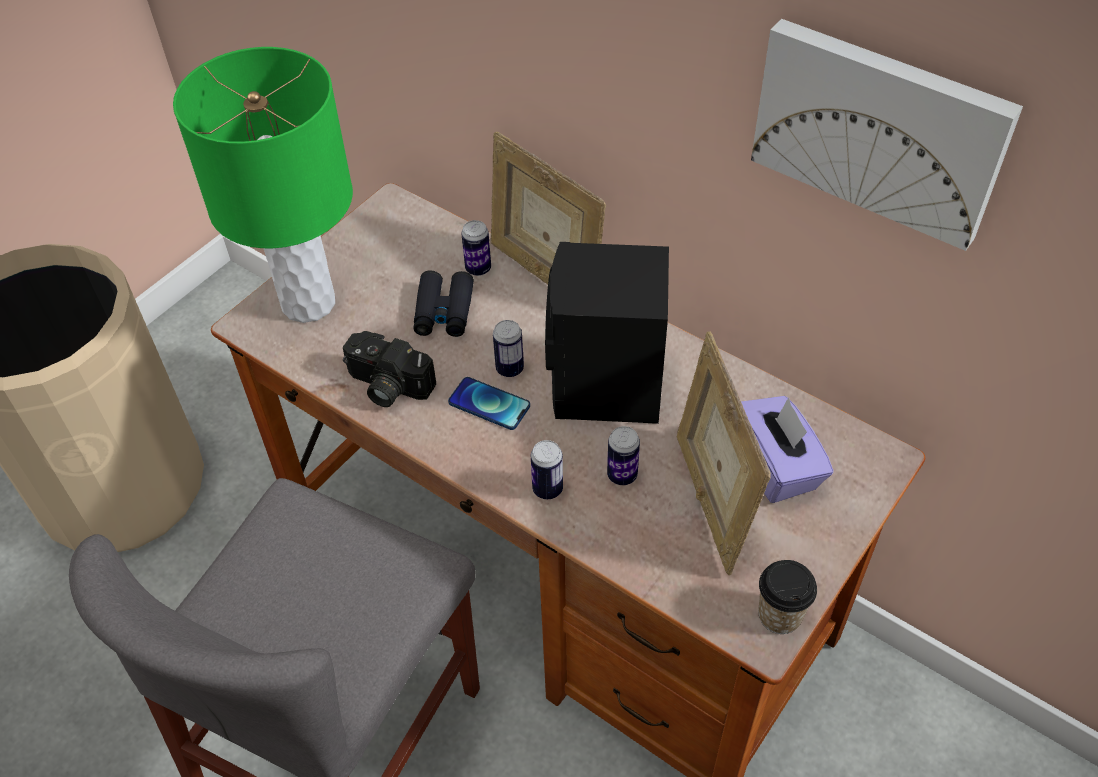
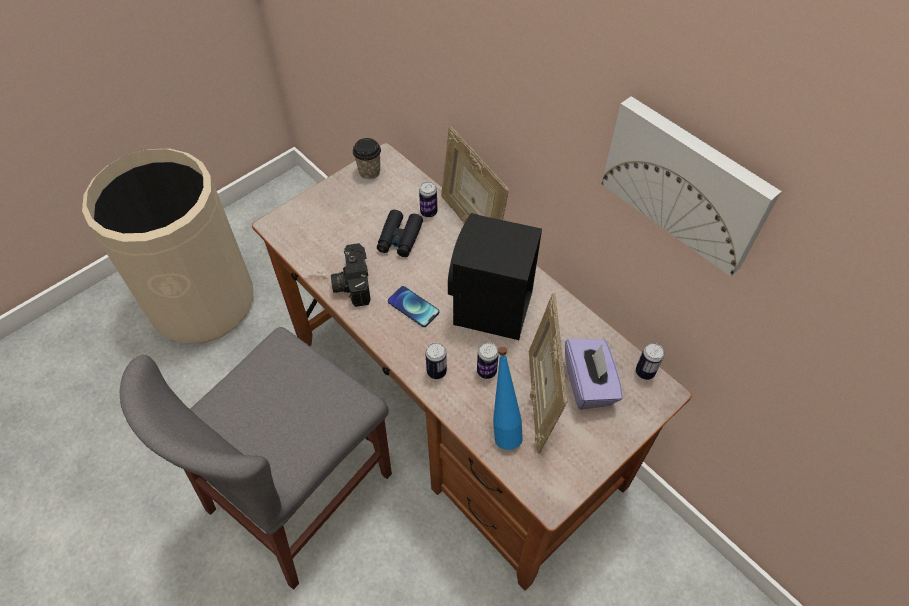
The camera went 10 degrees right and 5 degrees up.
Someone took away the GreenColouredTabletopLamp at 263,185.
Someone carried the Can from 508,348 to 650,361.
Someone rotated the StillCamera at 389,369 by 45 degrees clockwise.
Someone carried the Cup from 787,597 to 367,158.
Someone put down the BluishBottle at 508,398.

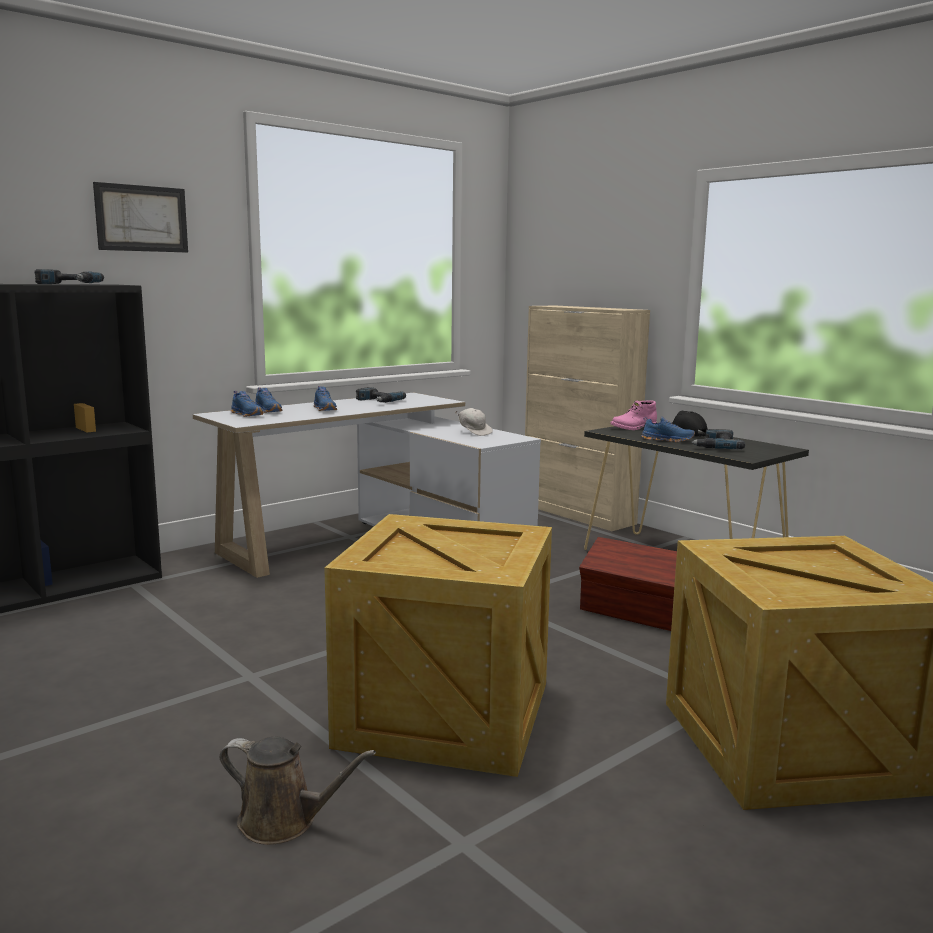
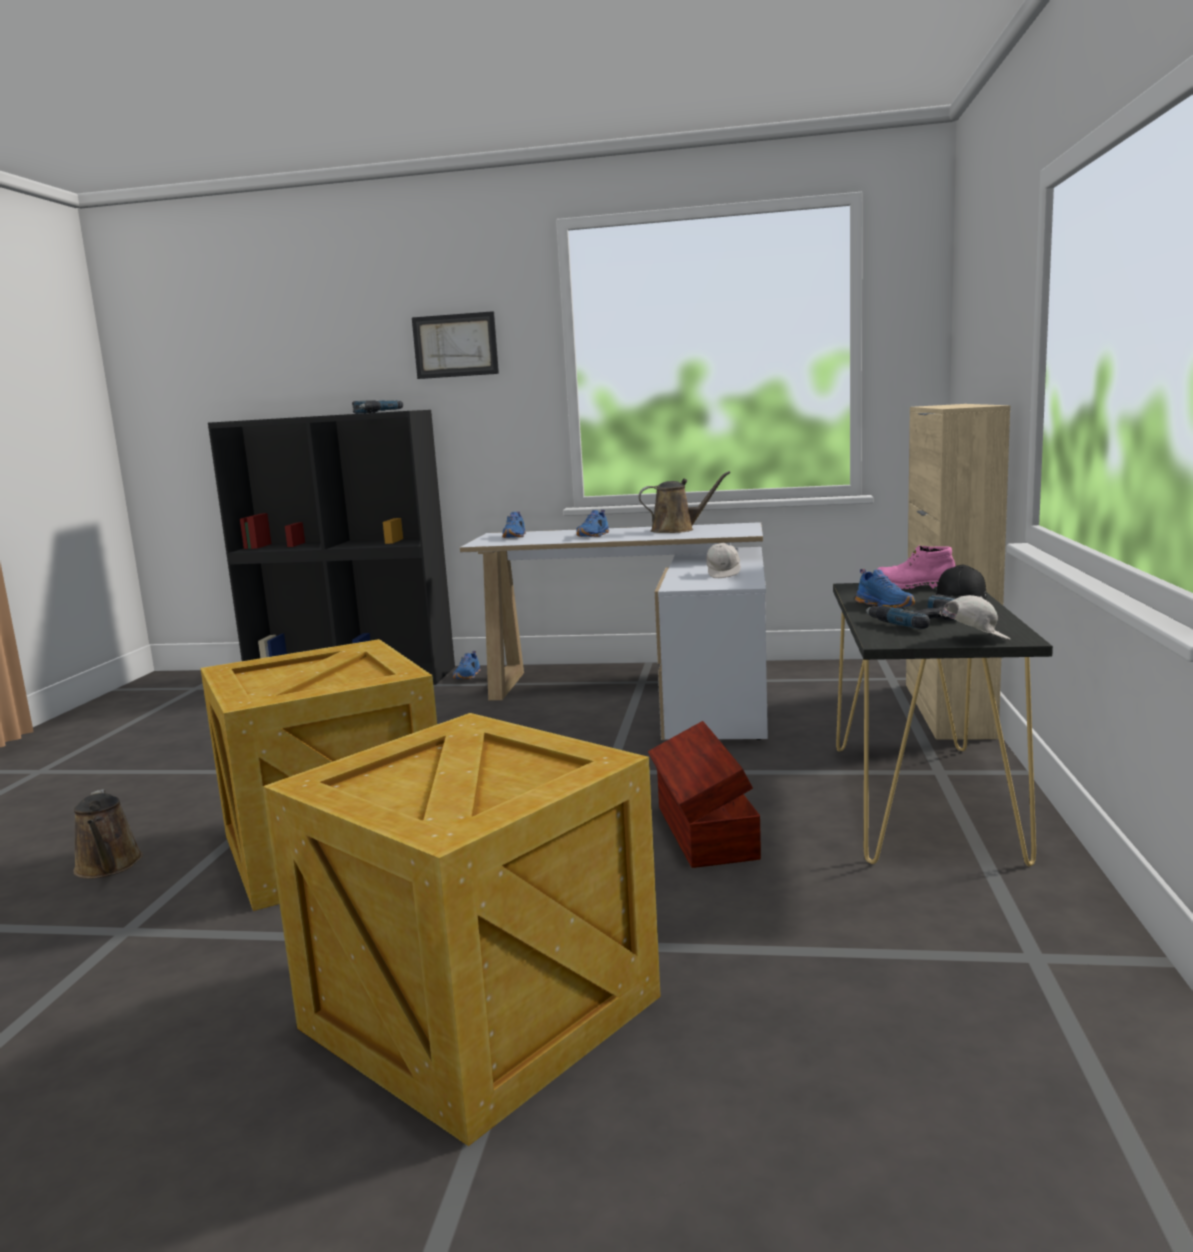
The camera went 50 degrees right and 0 degrees up.
Someone carried the BluishShoe from 268,400 to 467,665.
Someone swapped the PowerDrill at 381,395 for the BrownWateringCan at 684,502.
Someone put down the WhitePeakedCap at 974,617.

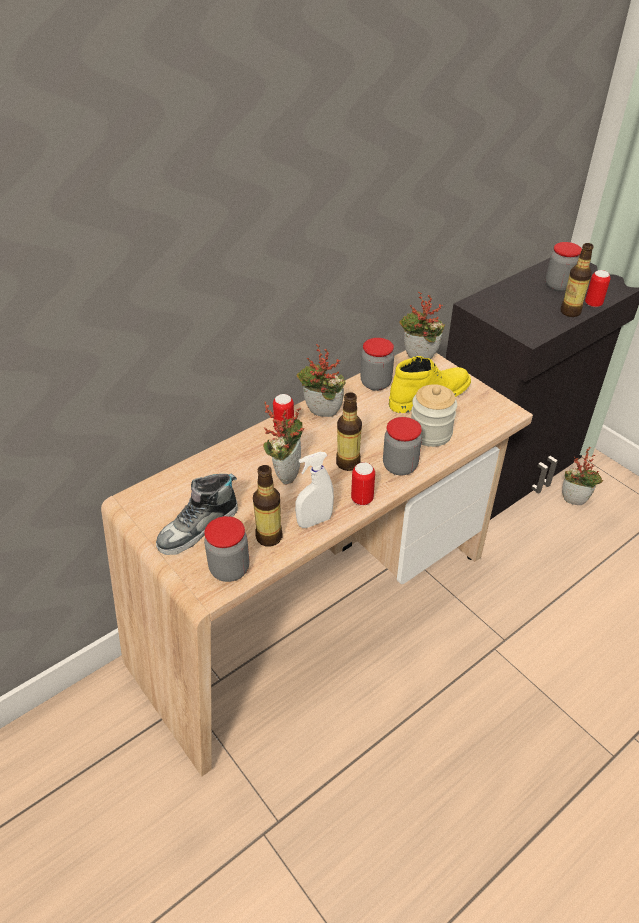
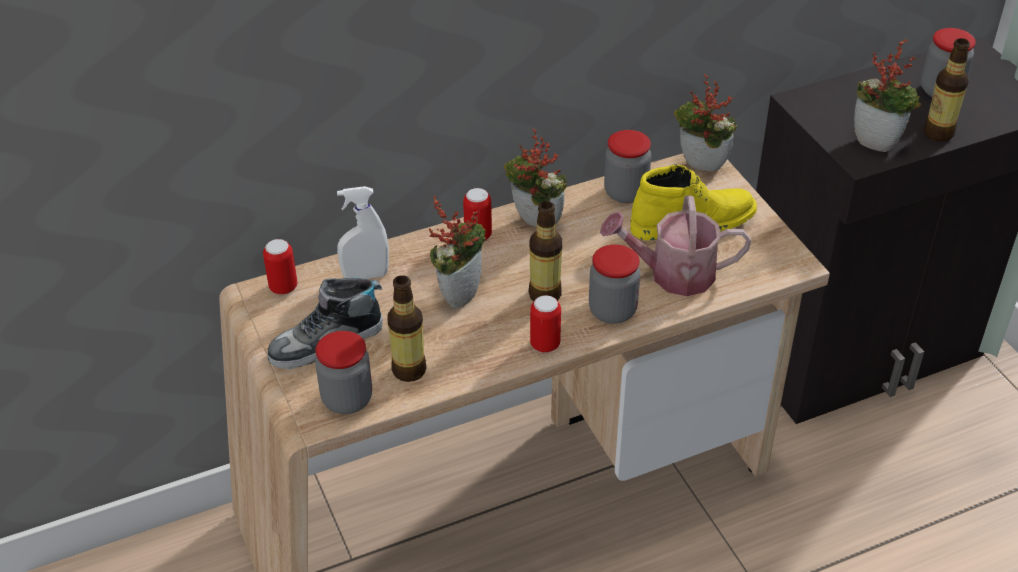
The camera went 15 degrees right and 0 degrees up.
Someone carried the Can from 597,288 to 280,267.
Someone swapped the Jar at 434,415 for the WateringCan at 675,245.
Someone carried the PlantInAPot from 582,476 to 888,95.
Someone carried the WhiteHandSprayer from 314,490 to 363,232.

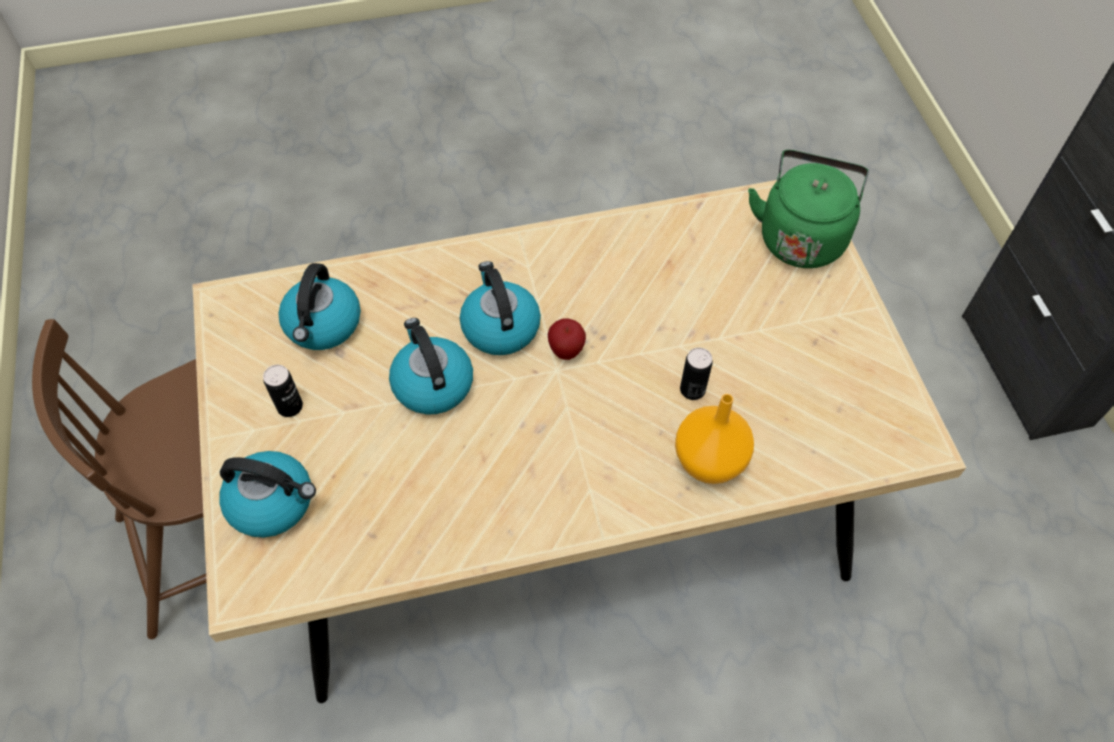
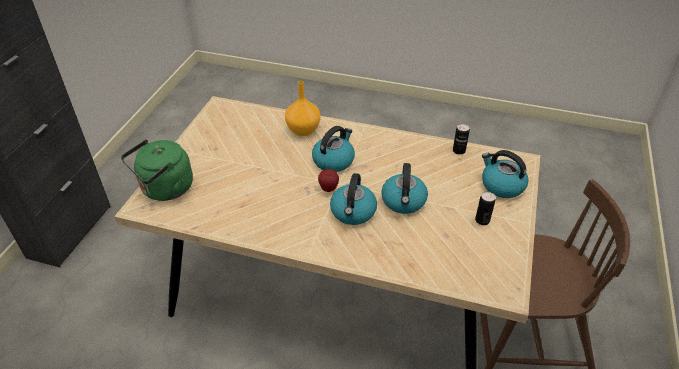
The camera went 150 degrees left and 15 degrees down.
Someone carried the WaterKettle from 320,306 to 333,149.
Someone carried the Can from 696,374 to 461,139.

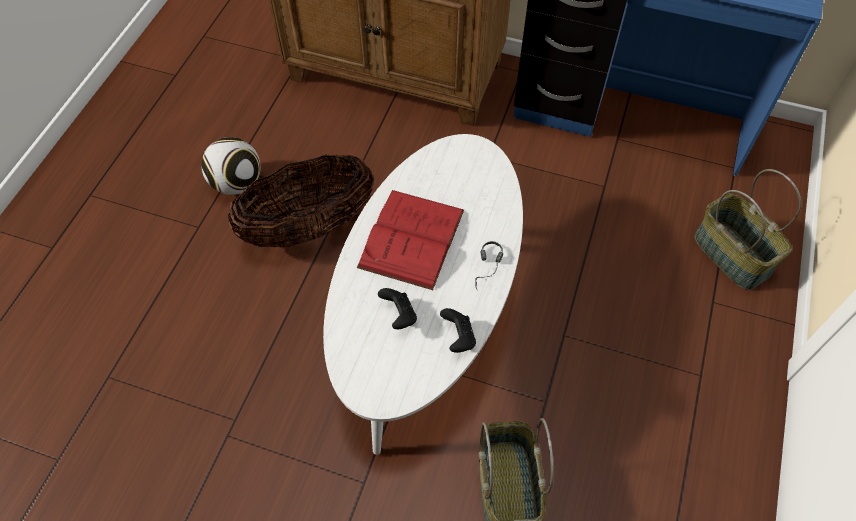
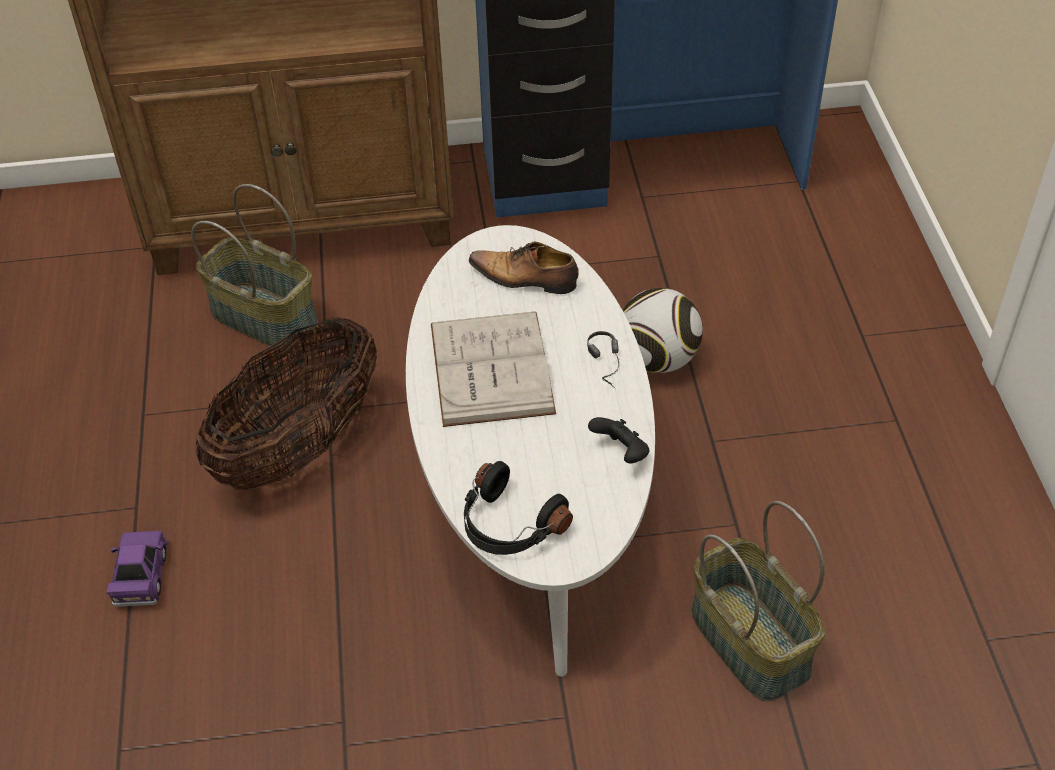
The camera went 25 degrees left and 10 degrees down.
Someone carried the Football from 231,166 to 663,330.
Someone carried the HouseholdBasket from 748,229 to 255,267.
Someone repainted the ReddishBoundBook at 410,240, which became the WhiteBoundBook at 493,369.
Someone took away the BlackGameController at 397,308.
Someone put down the Shoe at 524,267.
Someone put down the BlackHeadphones at 518,508.
Someone put down the PurplishMiniatureCar at 137,569.

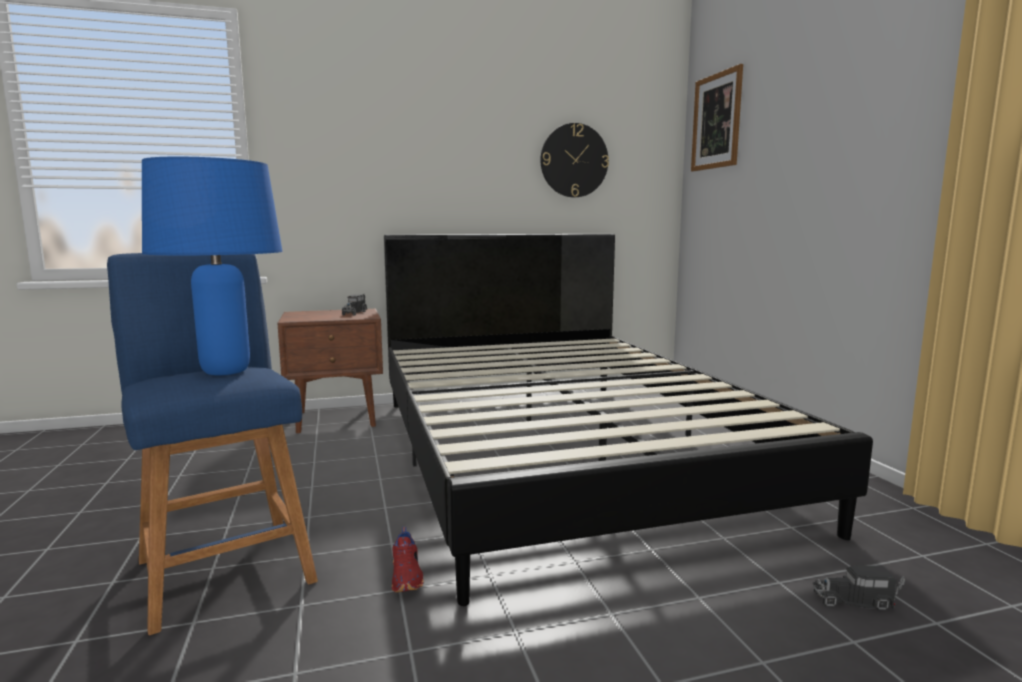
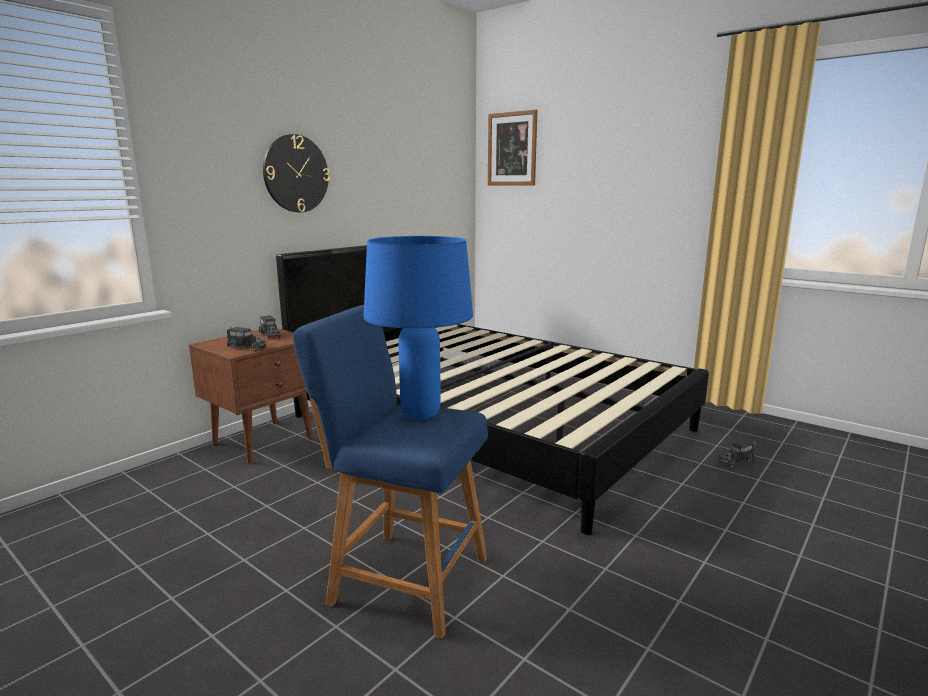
The camera went 35 degrees left and 5 degrees up.
Someone carried the WallClock from 574,160 to 296,173.
Someone took away the ReddishShoe at 407,559.
Someone put down the ToyLorry at 246,339.

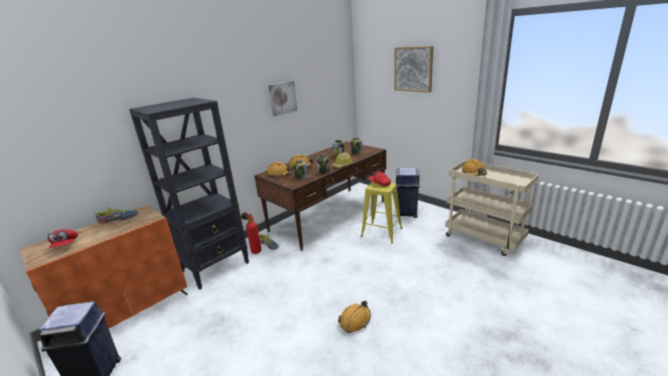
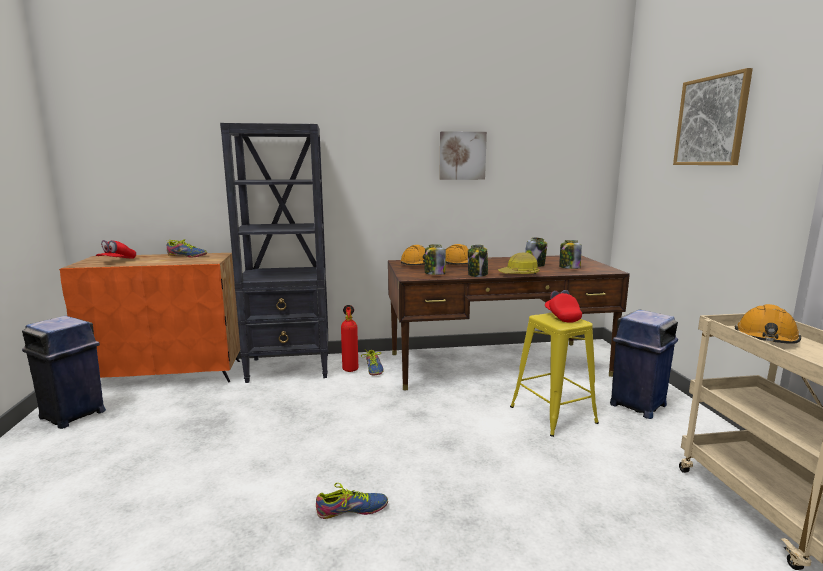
The camera went 35 degrees right and 10 degrees down.
Someone swapped the OrangeColouredWorkHelmet at 354,317 for the Shoe at 352,501.

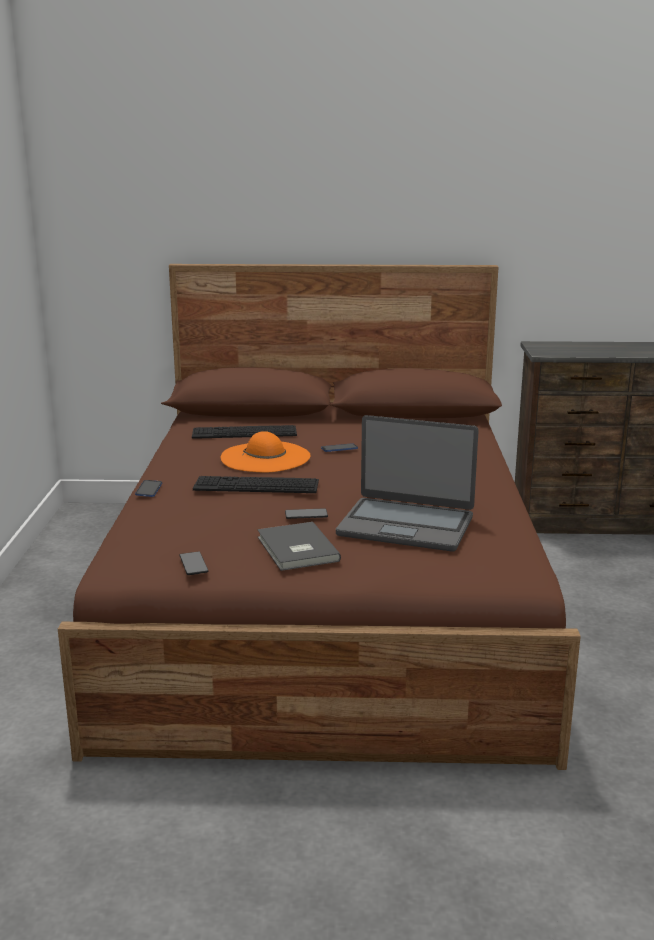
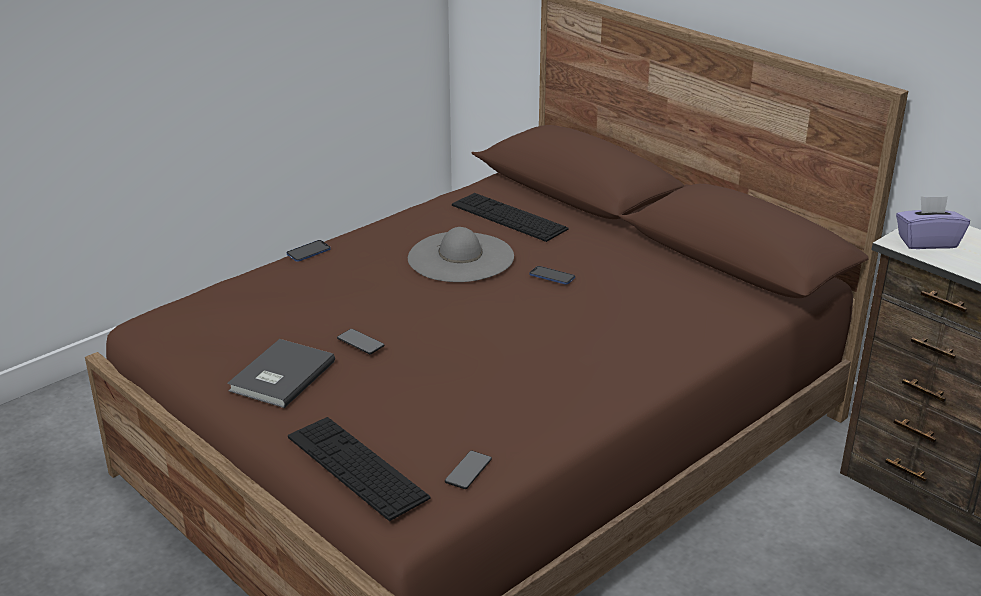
The camera went 45 degrees right and 10 degrees up.
Someone took away the NotebookComputer at 407,483.
Someone repainted the OrangeColouredWearableHat at 266,451, which became the GreyishWearableHat at 461,254.
Someone carried the ComputerKeyboard from 256,484 to 359,469.
Someone carried the Phone from 194,563 to 468,470.
Someone put down the PurplishBoxOfTissues at 933,222.

